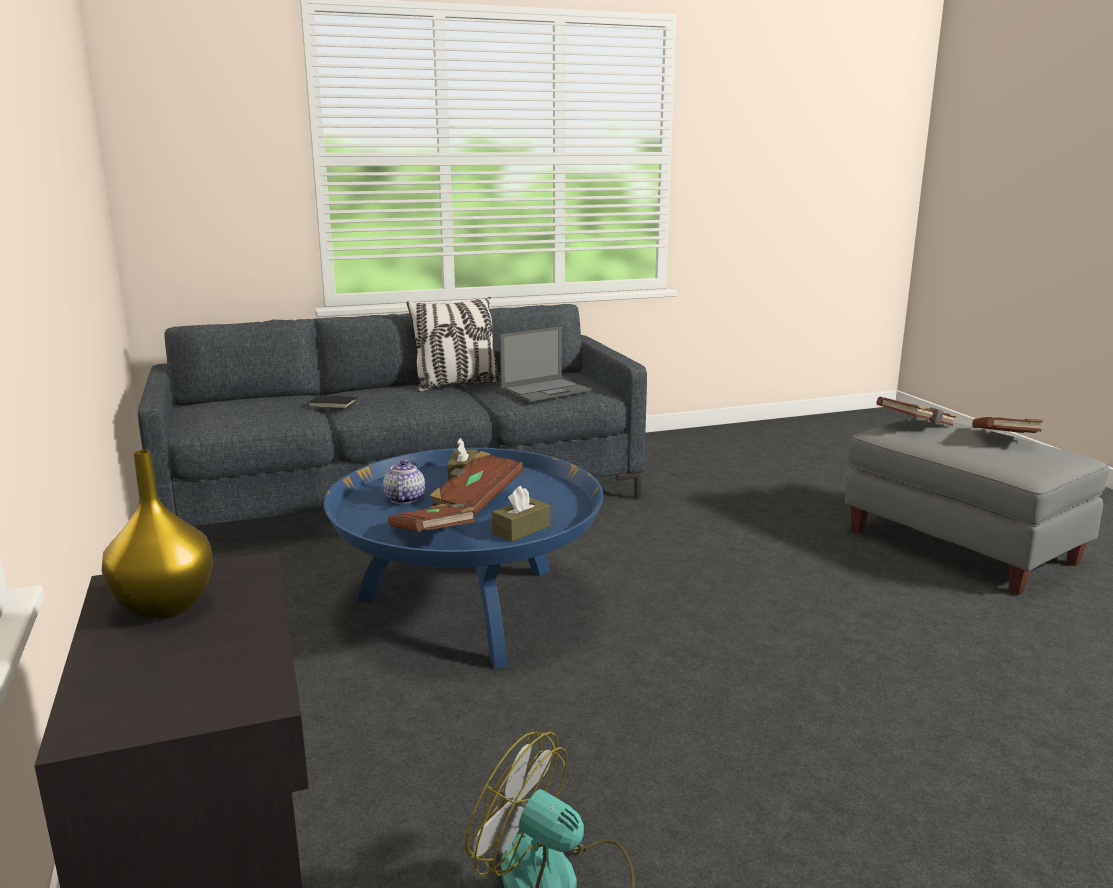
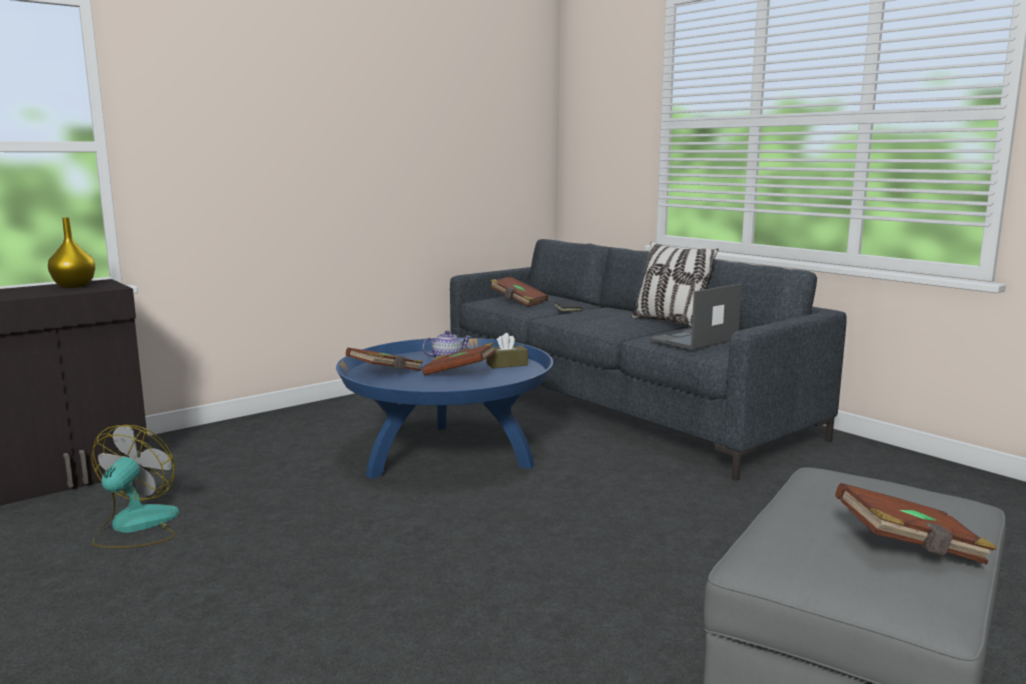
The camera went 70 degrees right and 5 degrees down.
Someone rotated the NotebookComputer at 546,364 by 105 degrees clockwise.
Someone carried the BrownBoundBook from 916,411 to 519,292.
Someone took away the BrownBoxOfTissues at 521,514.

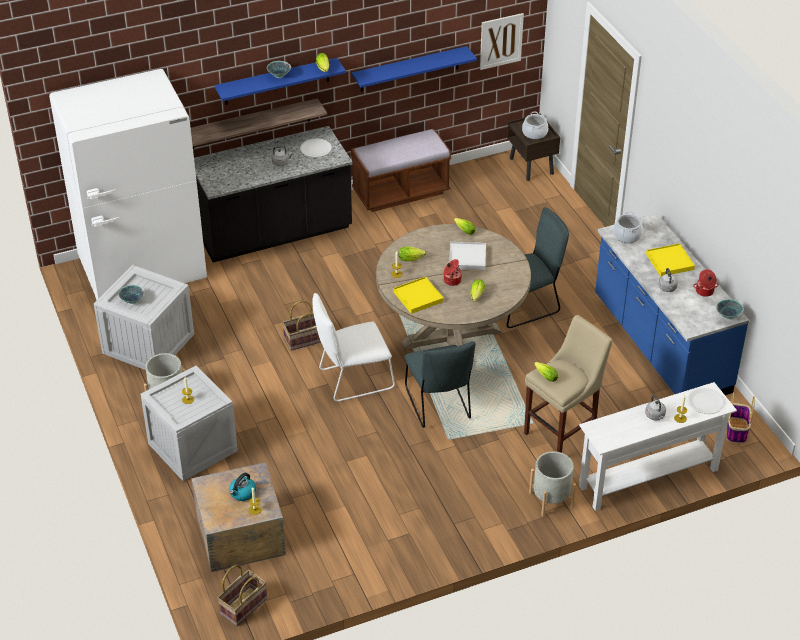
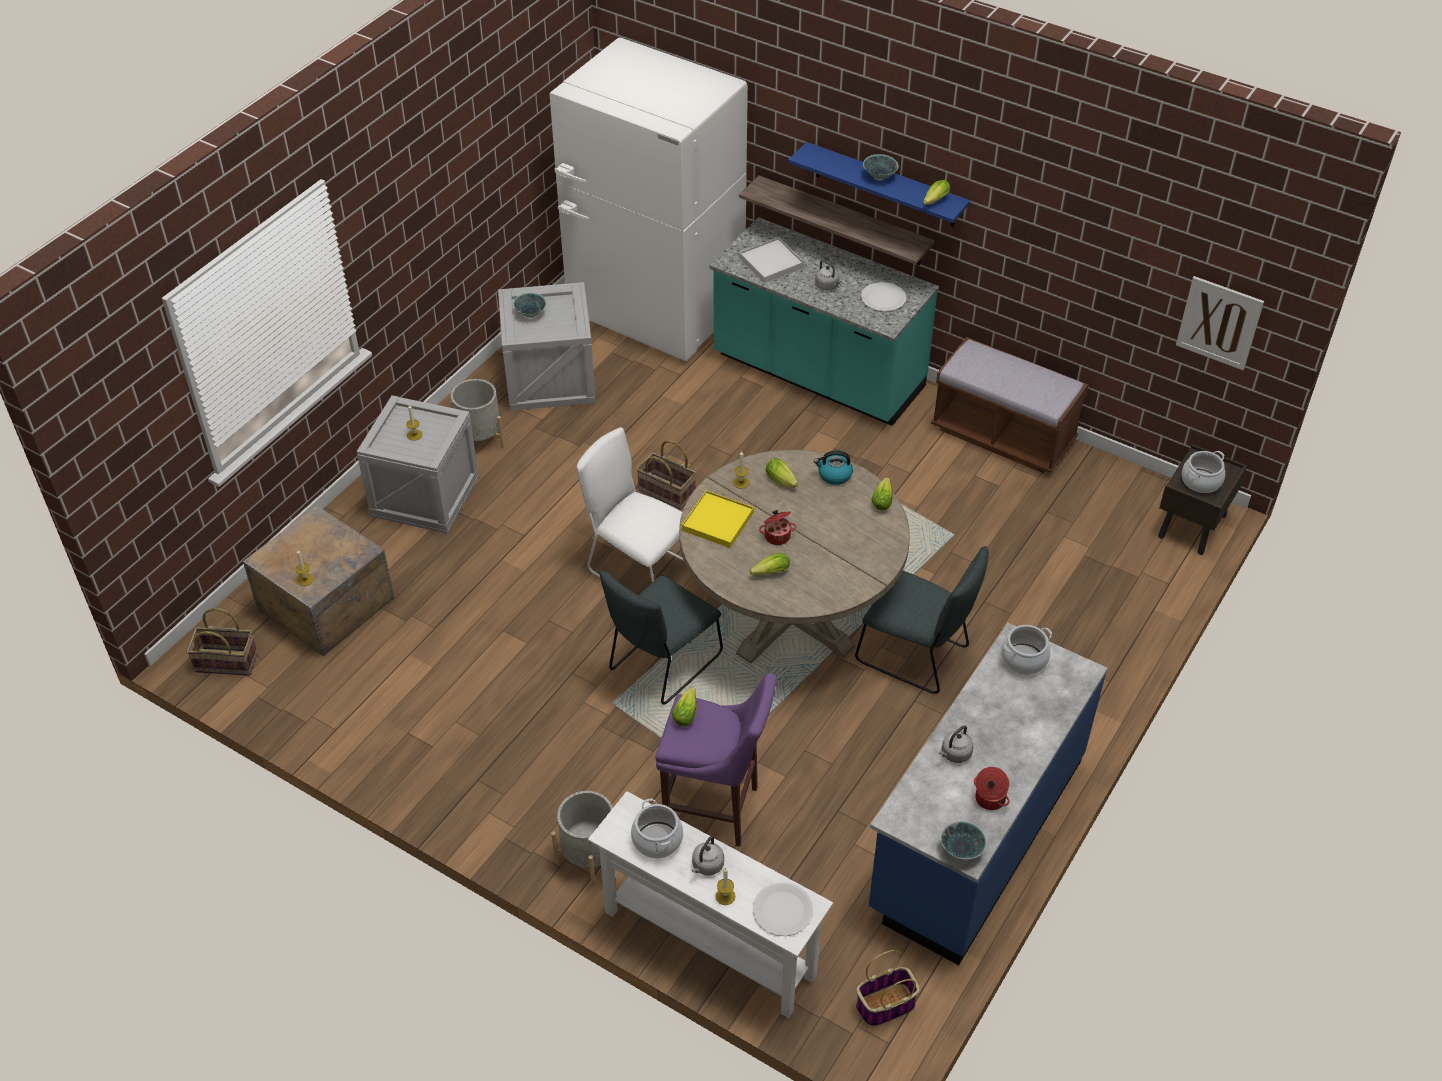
The camera went 55 degrees right and 5 degrees up.
Someone took away the BluishWallShelf at 414,69.
Someone repainted the BlackCounter at 273,194, which became the TurquoiseColouredCounter at 824,321.
Someone carried the WhiteCarryingTray from 467,256 to 771,260.
Someone took away the YellowColouredCarryingTray at 670,260.
Someone repainted the BeigeSittingStool at 568,384, which became the PurplishSittingStool at 716,760.
Someone carried the WaterKettle from 242,487 to 833,467.
Someone put down the Stockpot at 657,829.

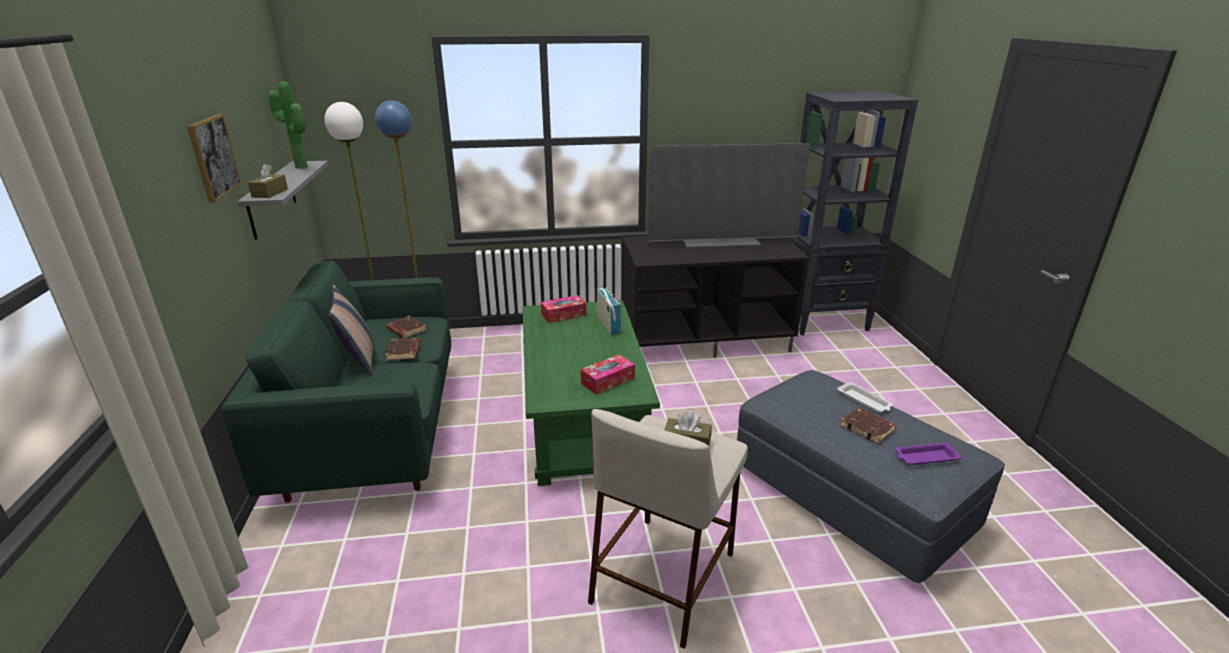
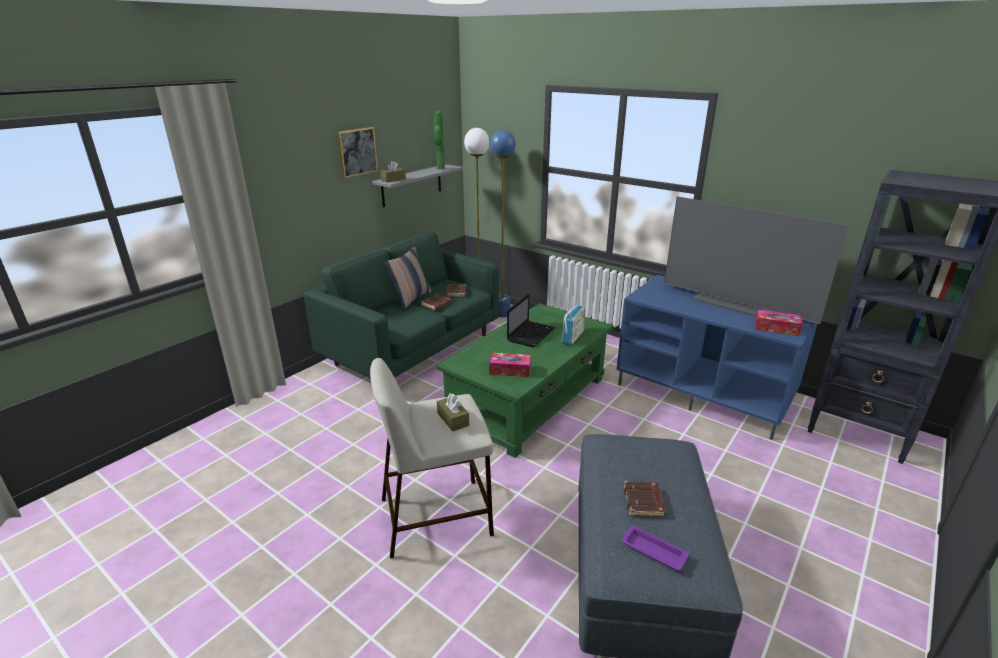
The camera went 45 degrees right and 0 degrees up.
Someone repainted the BlackMediaConsole at 715,297, which became the BluishMediaConsole at 717,357.
Someone carried the BoxOfTissues from 564,309 to 779,323.
Someone took away the WhiteCarryingTray at 865,397.
Someone put down the NotebookComputer at 531,320.

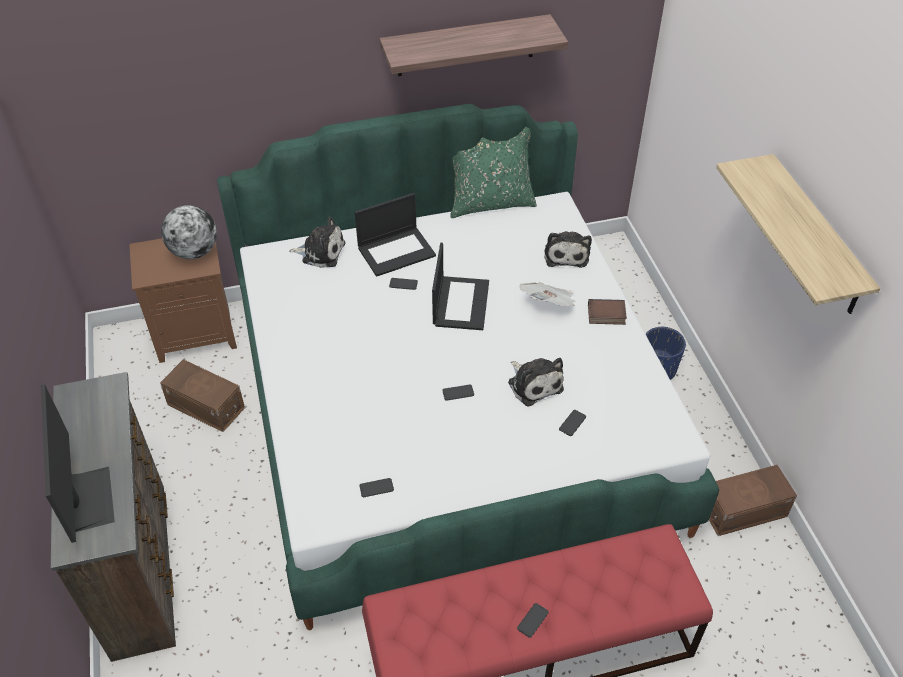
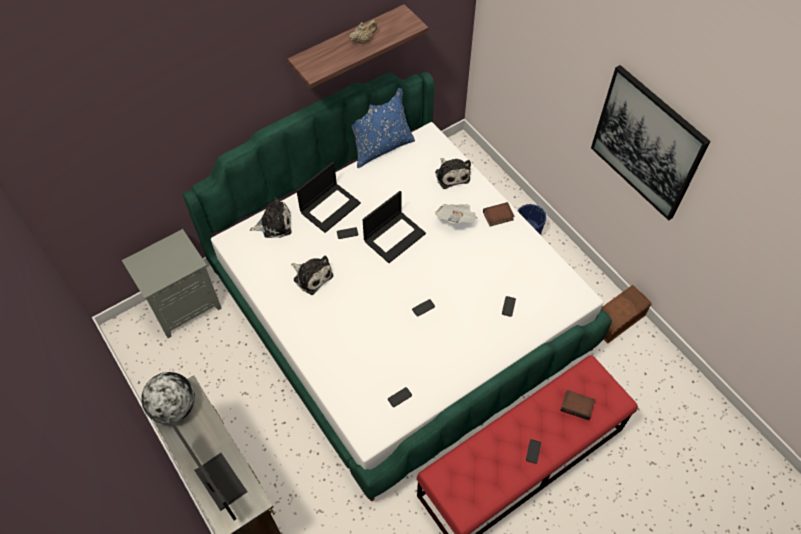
The camera went 20 degrees left and 10 degrees up.
Someone repainted the GreenColouredCushion at 493,172, which became the BluishCushion at 383,128.
Someone swapped the WallShelf at 798,234 for the Picture at 651,143.
Someone carried the WorldGlobe from 189,232 to 168,398.
Someone repainted the BrownBedsideTable at 183,301, which became the GreyishBedsideTable at 172,283.
Someone rotated the NotebookComputer at 460,286 by 60 degrees clockwise.
Someone carried the SoftToy from 536,382 to 312,275.
Someone took away the BrownStorageBox at 202,395.
Someone put down the BeigePotForTea at 363,32.
Someone put down the BoundBook at 577,405.

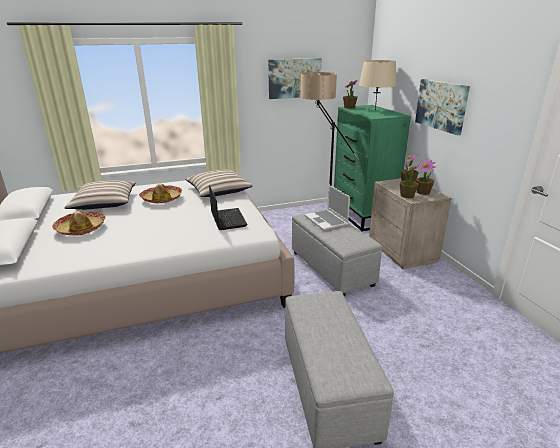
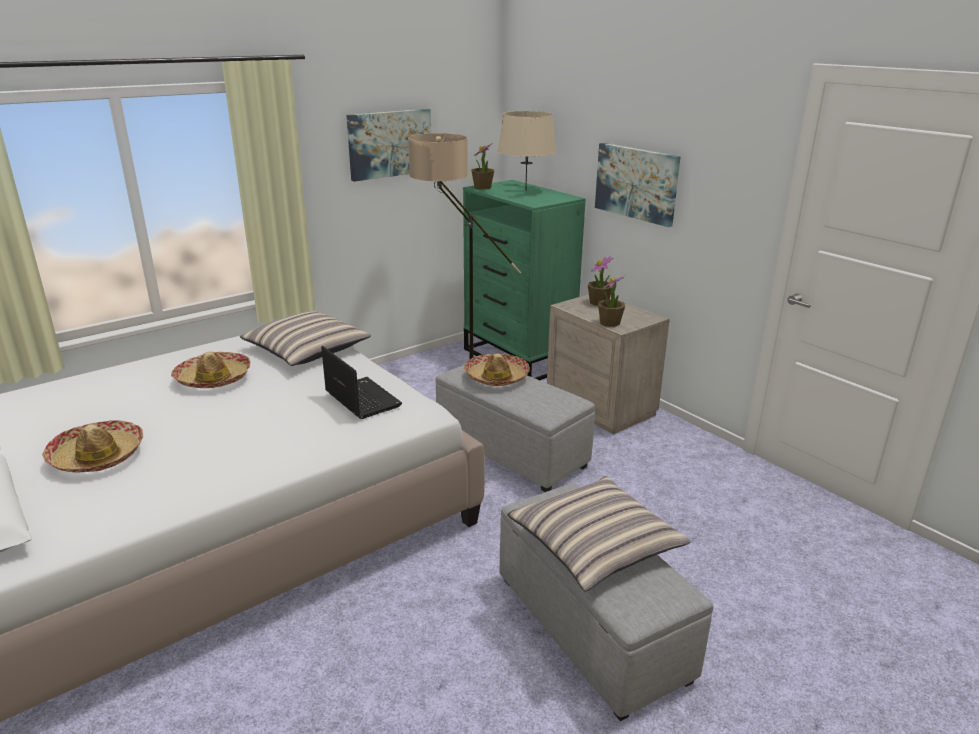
The camera went 20 degrees left and 0 degrees up.
Someone took away the PlantInAPot at 426,177.
Someone carried the Cushion from 99,195 to 599,533.
Someone swapped the NotebookComputer at 327,207 for the WearableHat at 497,369.

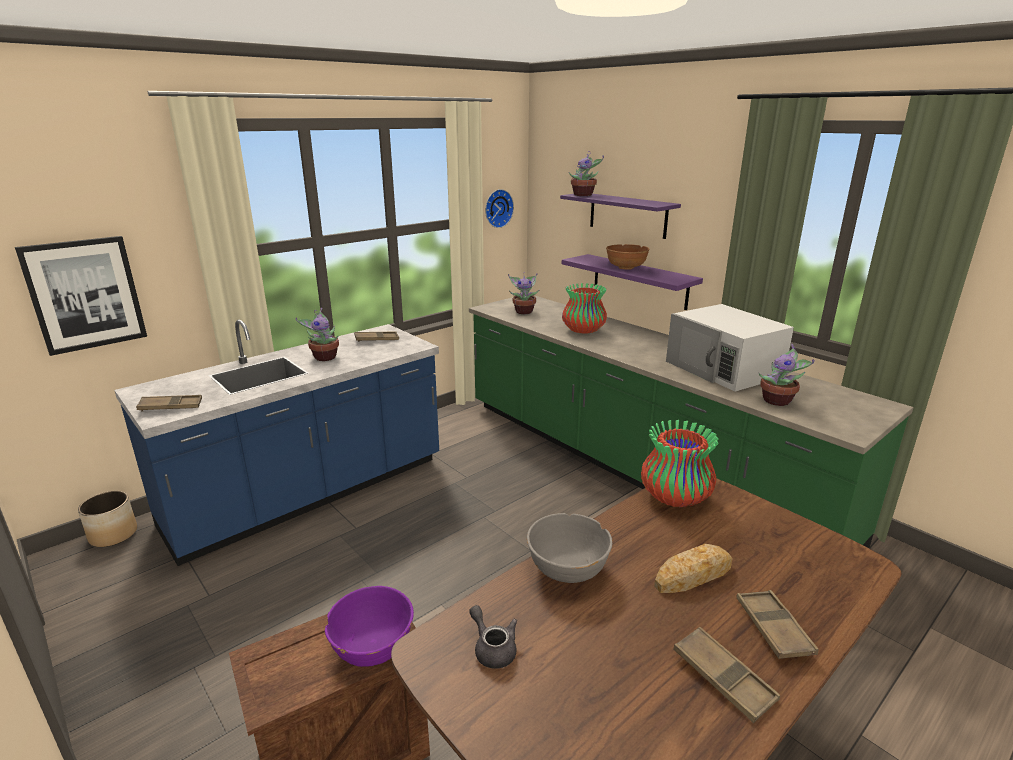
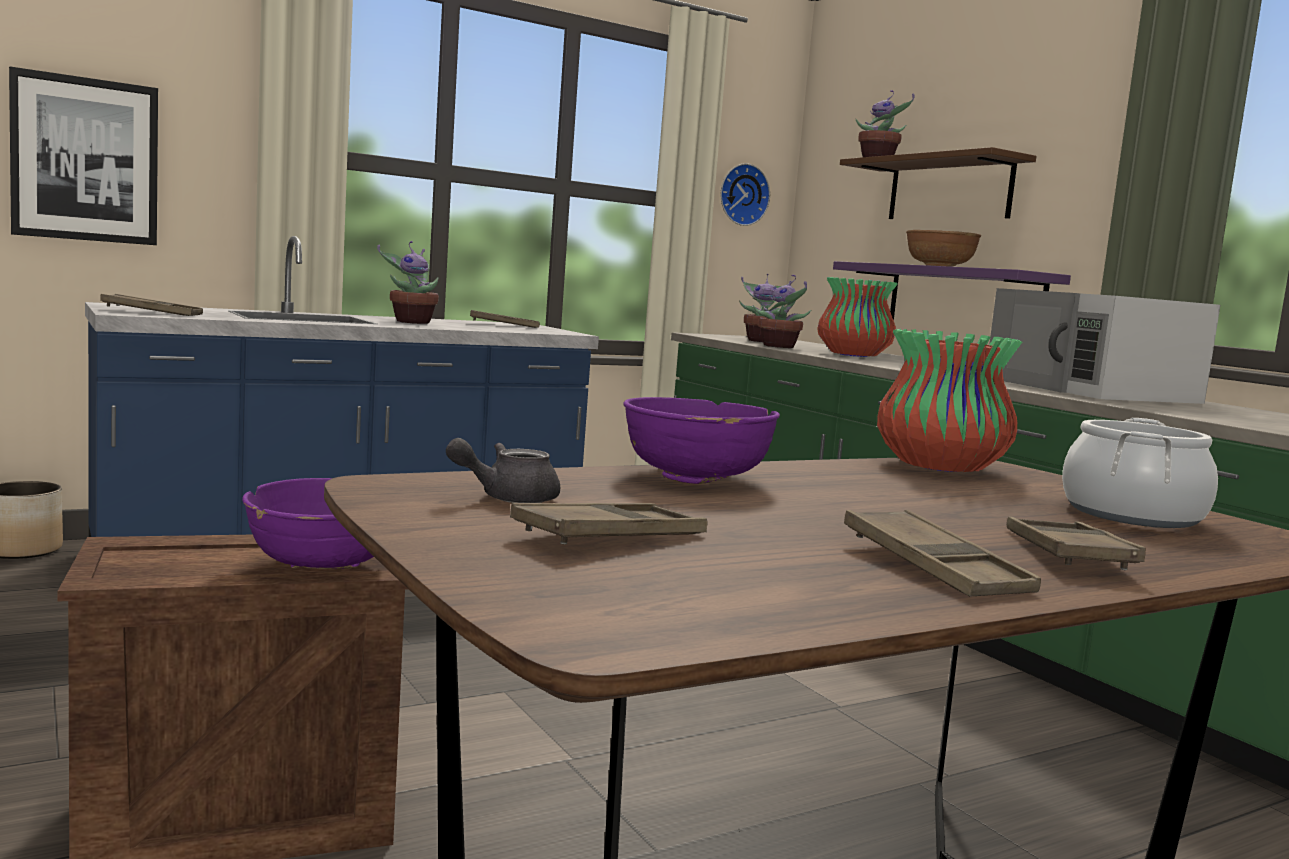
The camera went 10 degrees right and 15 degrees down.
Someone repainted the PurplishWallShelf at 620,216, which became the BrownWallShelf at 938,183.
Someone carried the PlantInAPot from 786,375 to 782,311.
Someone repainted the GreyishBowl at 569,548, which became the PurplishBowl at 701,440.
Someone took away the BakeryBread at 693,568.
Someone rotated the GreyishPotForTea at 493,637 by 90 degrees counterclockwise.
Someone put down the Stockpot at 1140,473.
Someone put down the BrownCarryingTray at 609,523.

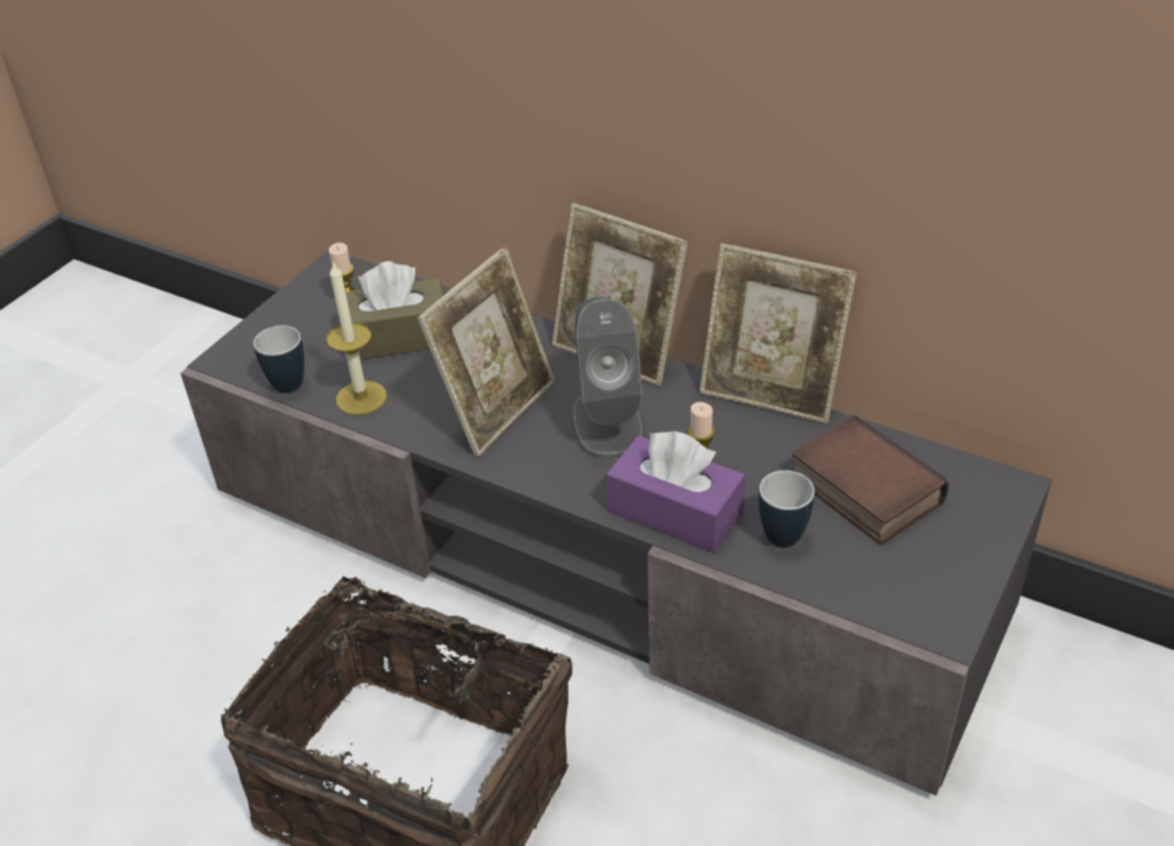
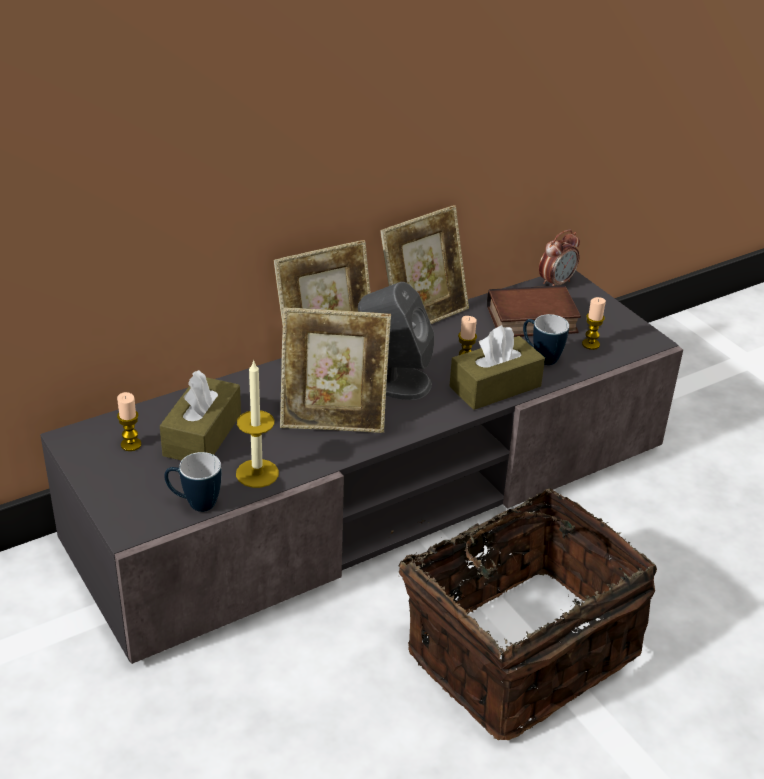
The camera went 65 degrees left and 5 degrees down.
Someone rotated the StandingFrame at 486,352 by 120 degrees clockwise.
Someone repainted the PurplishBoxOfTissues at 676,492, which became the BrownBoxOfTissues at 497,367.
Someone put down the BedsideClock at 559,258.
Someone put down the WaxCandle at 594,323.

